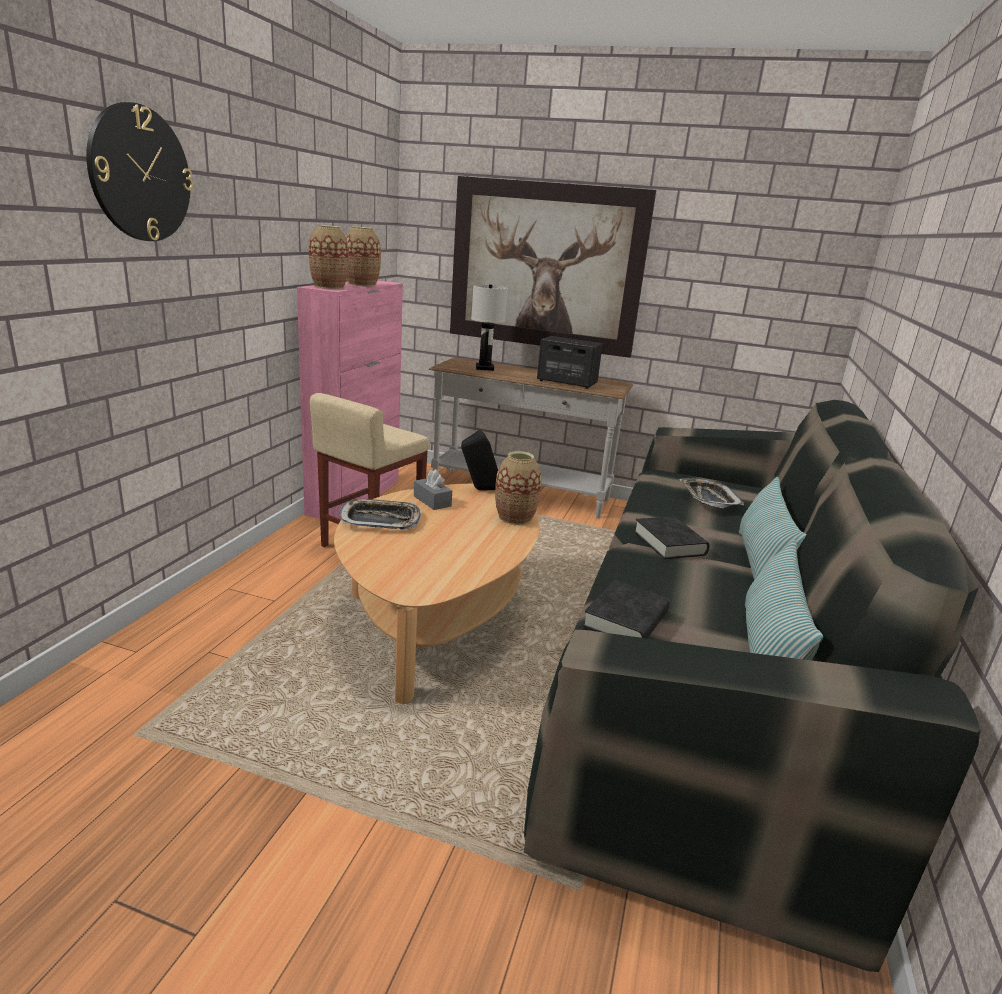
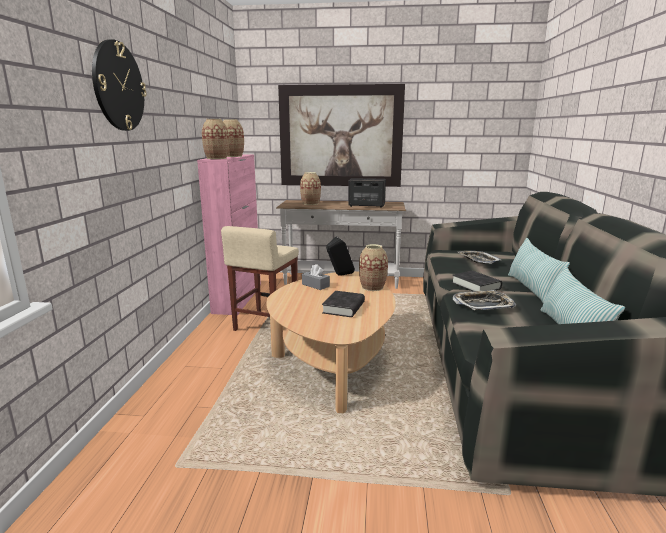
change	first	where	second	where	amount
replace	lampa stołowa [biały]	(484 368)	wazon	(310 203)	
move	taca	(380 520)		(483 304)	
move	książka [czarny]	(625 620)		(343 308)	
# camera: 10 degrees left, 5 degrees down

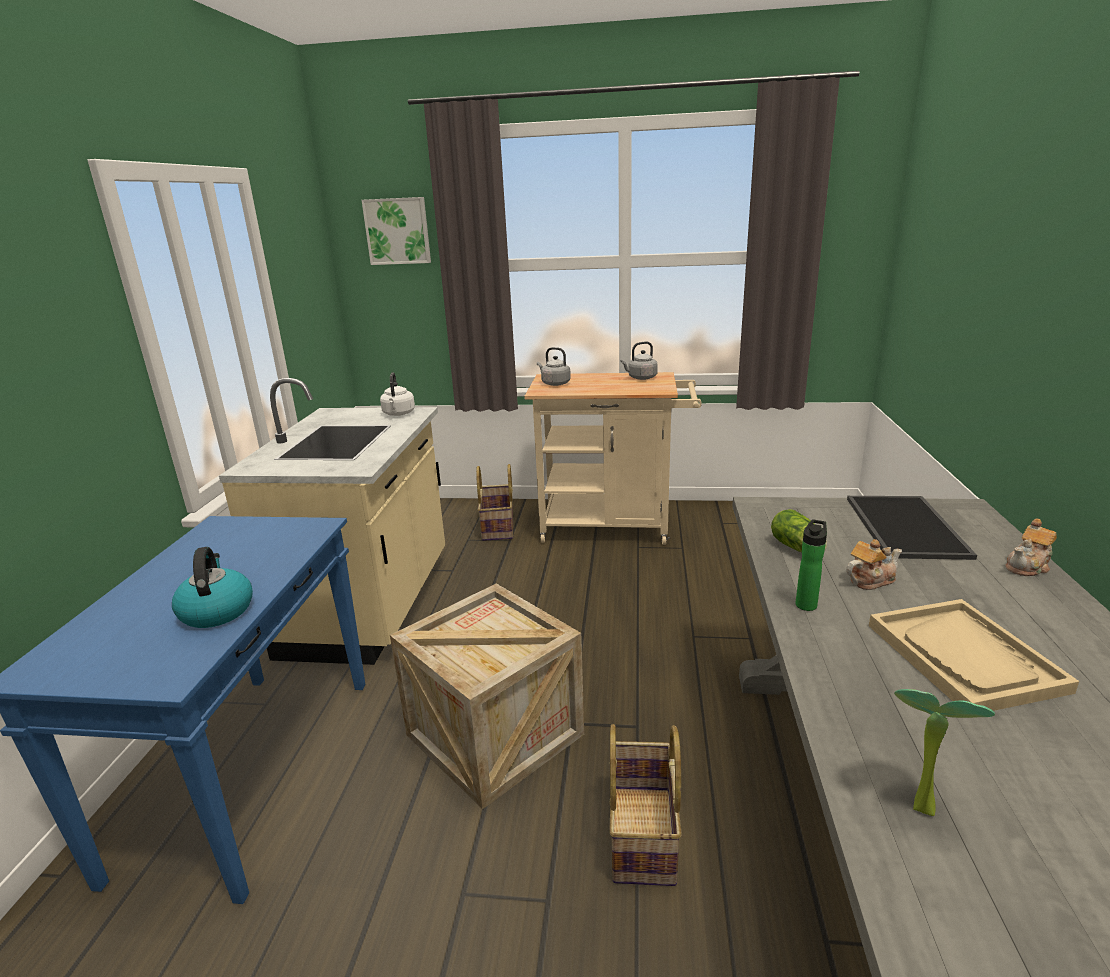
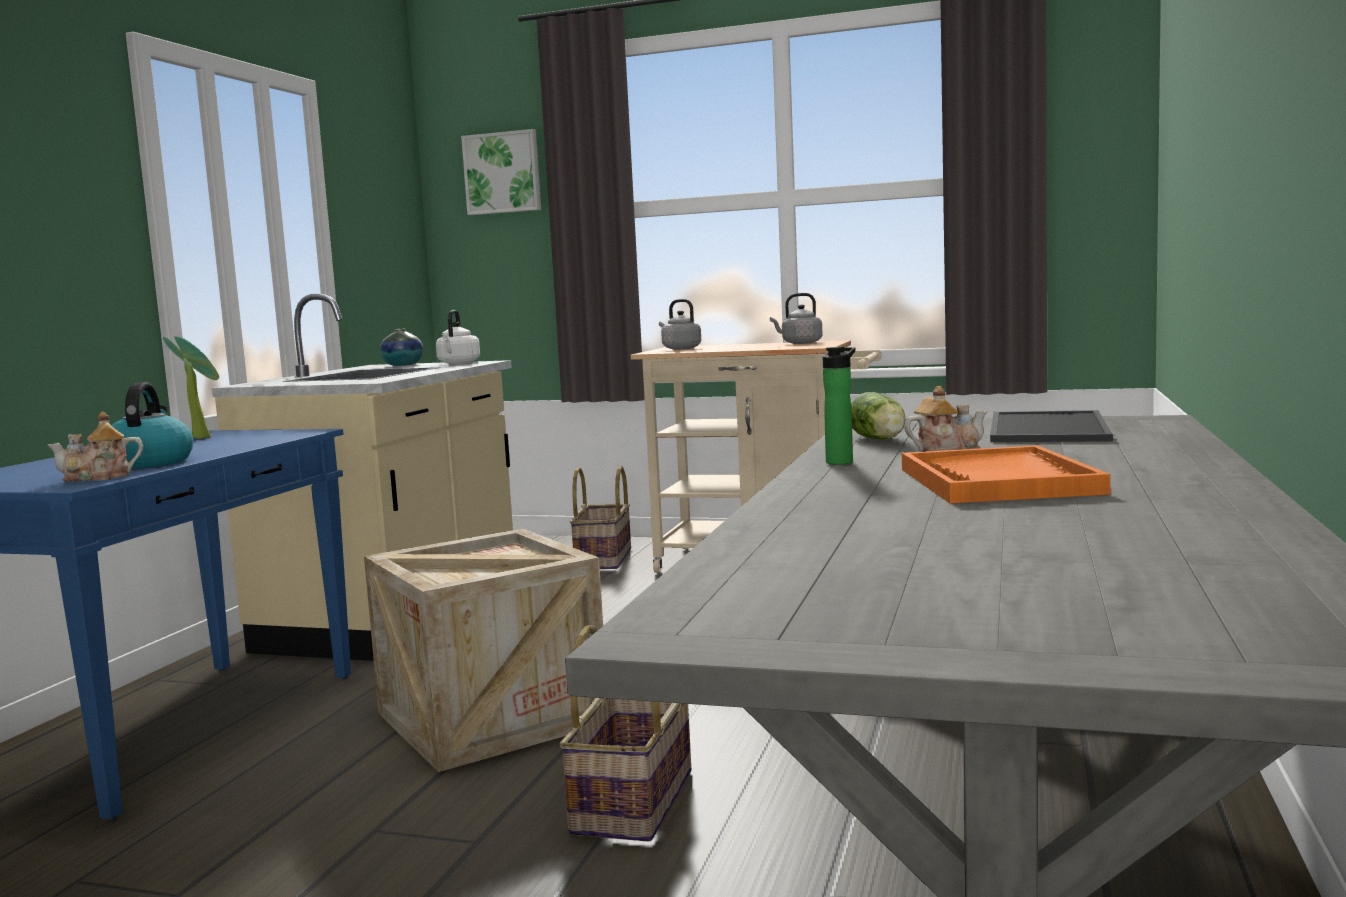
change	first	where	second	where	amount
move	imbryk	(1028 567)		(99 478)	
recolor	taca [beżowy]	(964 657)	taca [pomarańczowy]	(998 481)	
move	roślina doniczkowa	(918 801)		(202 437)	
insert			wazon	(403 365)	
# camera: 10 degrees right, 15 degrees down

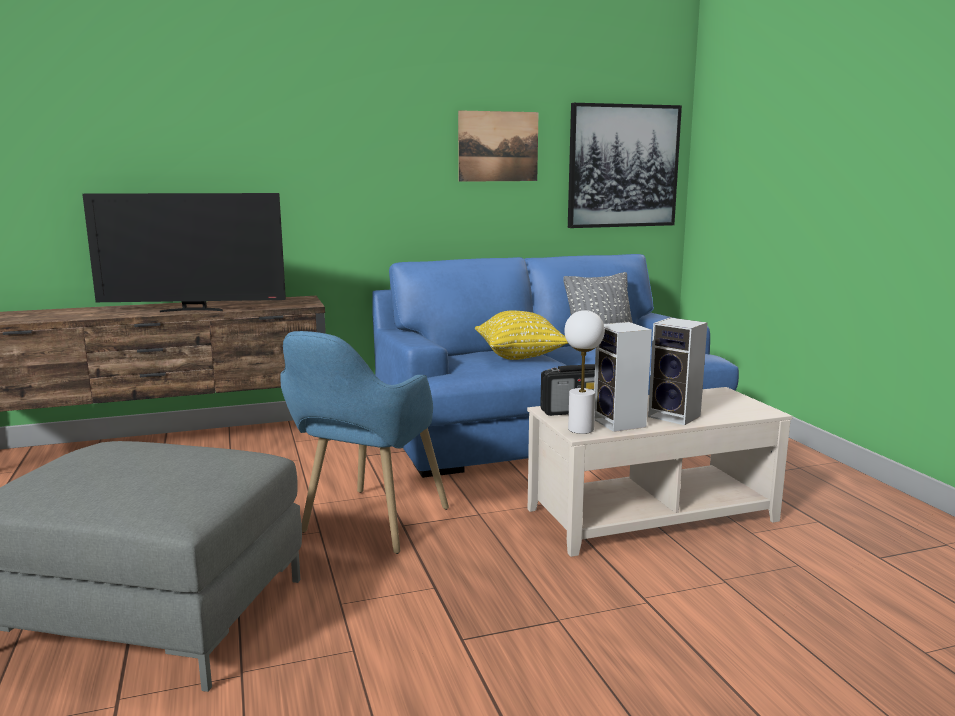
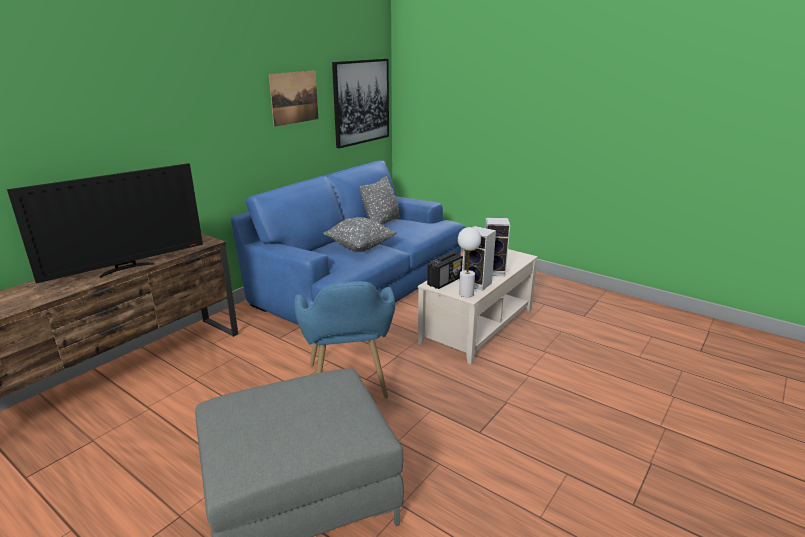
change	first	where	second	where	amount
recolor	poduszka [żółty]	(520 356)	poduszka [szary]	(360 247)	
# camera: 35 degrees left, 10 degrees up

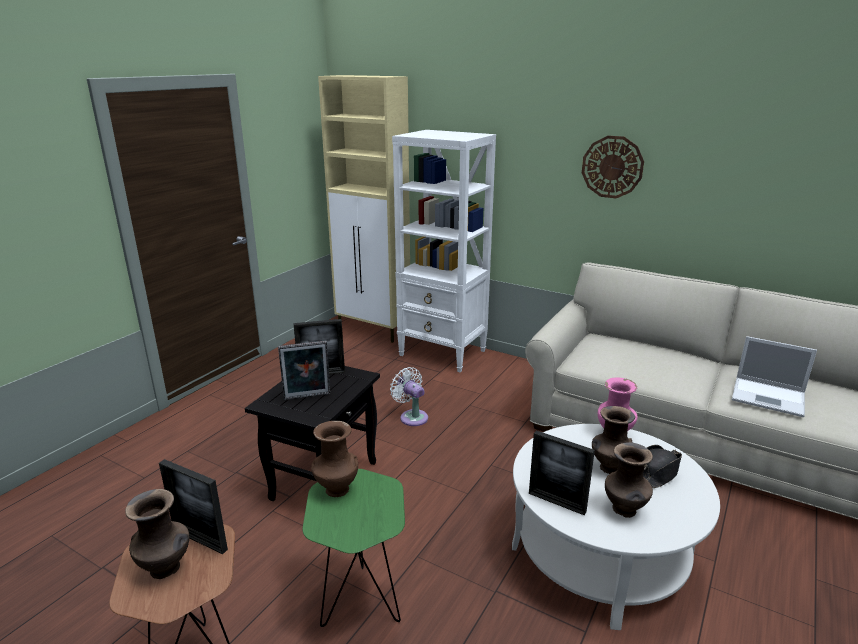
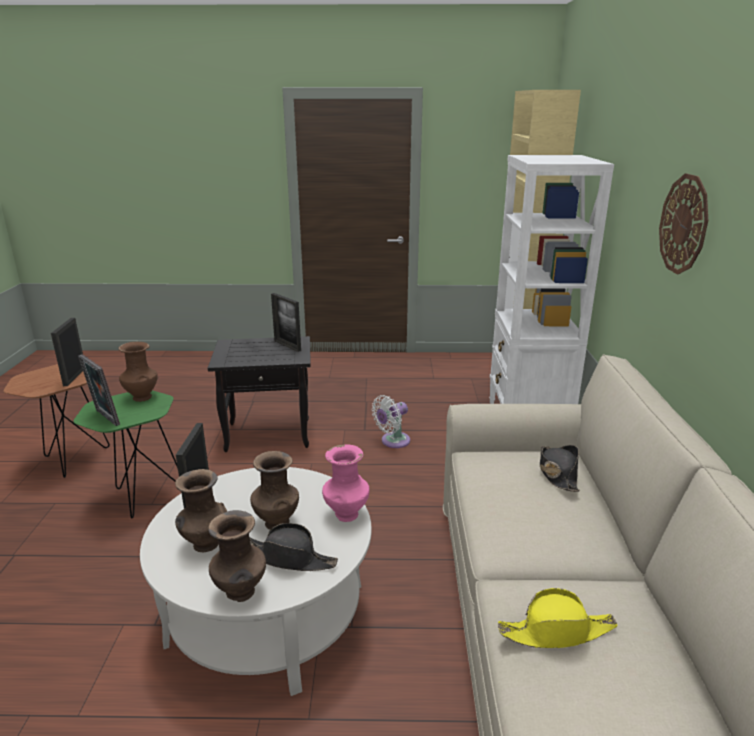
change	first	where	second	where	amount
replace	laptop	(769 397)	kapelusz [żółty]	(557 631)	
move	ramka na zdjęcie	(307 397)		(104 418)	
rotate	wentylator [biały]	(412 416)		(393 441)	150 degrees counterclockwise
move	wazon [brązowy]	(166 568)		(241 593)	
insert			kapelusz [czarny]	(557 473)	
# camera: 60 degrees right, 0 degrees up

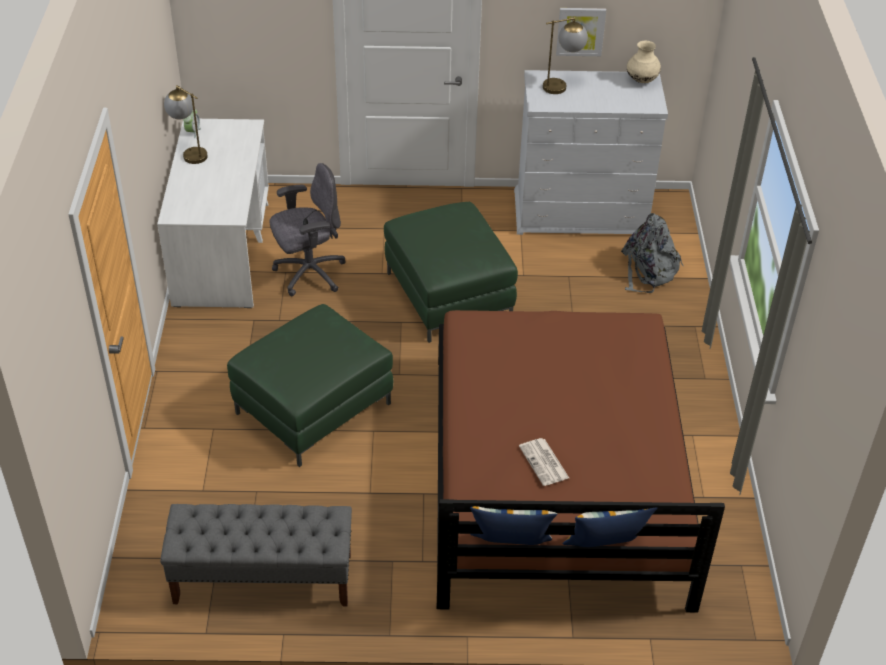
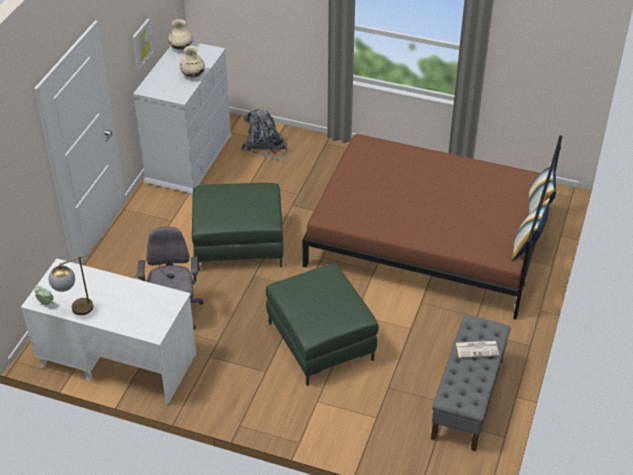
change	first	where	second	where	amount
delete	lampa stołowa	(562 86)			
move	gazeta	(544 463)		(477 349)	
insert			wazon [beżowy]	(192 75)	
# camera: 70 degrees left, 0 degrees up

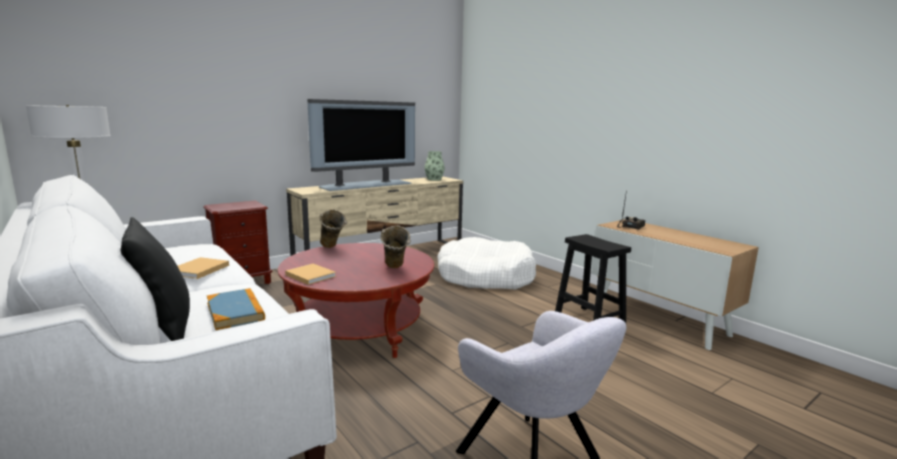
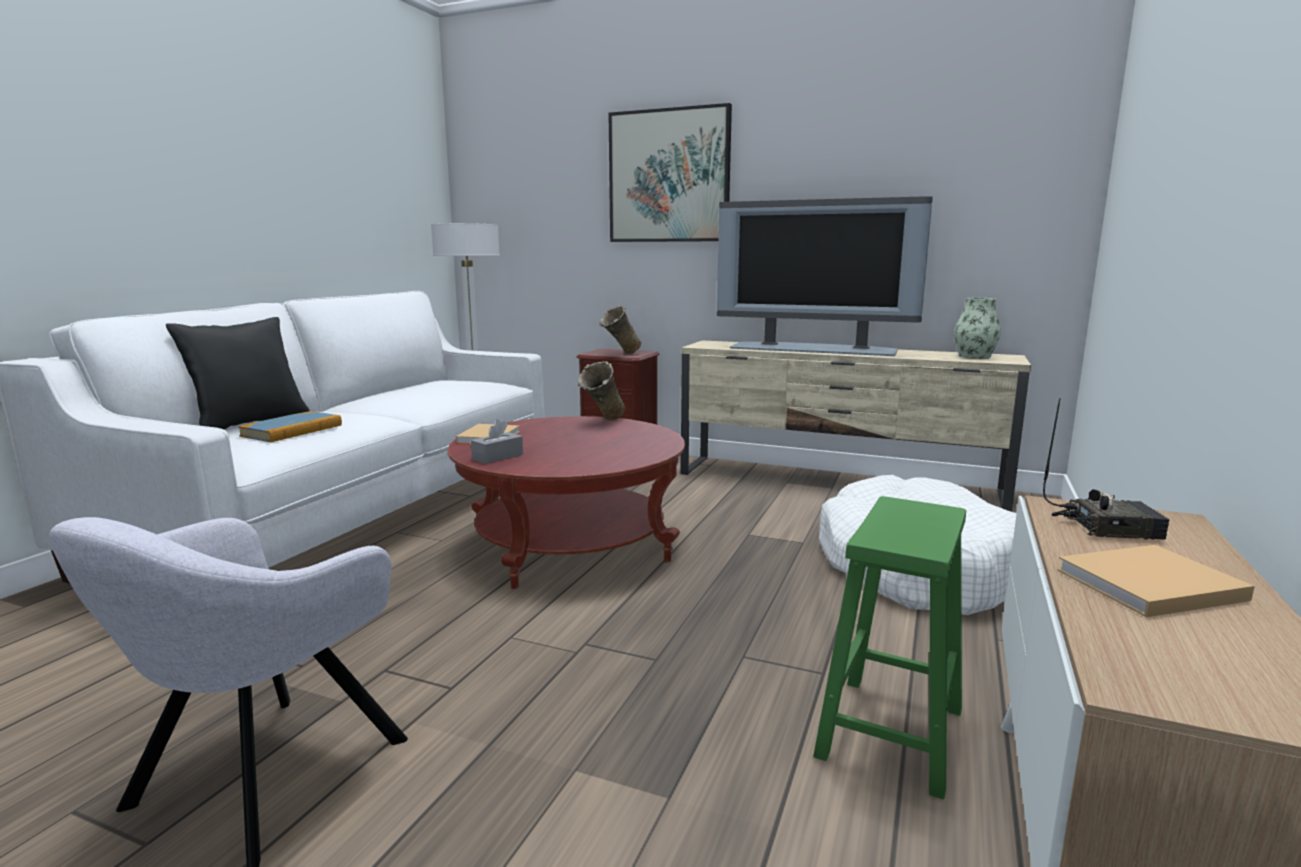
change	first	where	second	where	amount
move	wazon [beżowy]	(395 271)		(620 354)	
recolor	stołek [czarny]	(590 321)	stołek [zielony]	(891 734)	
move	książka [beżowy]	(198 270)		(1146 585)	
insert			obraz	(669 176)	
insert			pudełko chusteczek [szary]	(497 457)	
# camera: 60 degrees right, 0 degrees up

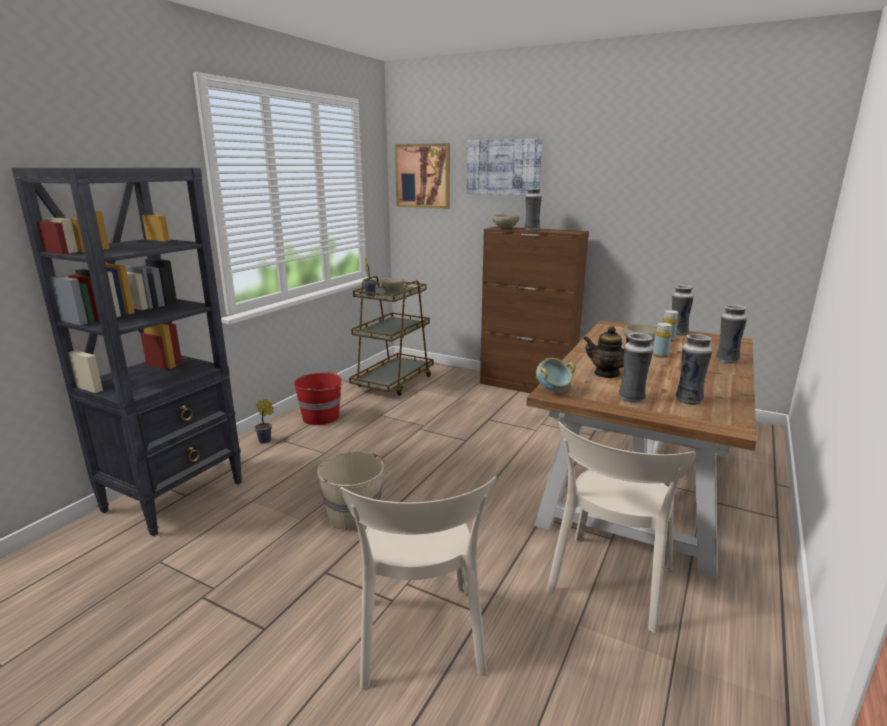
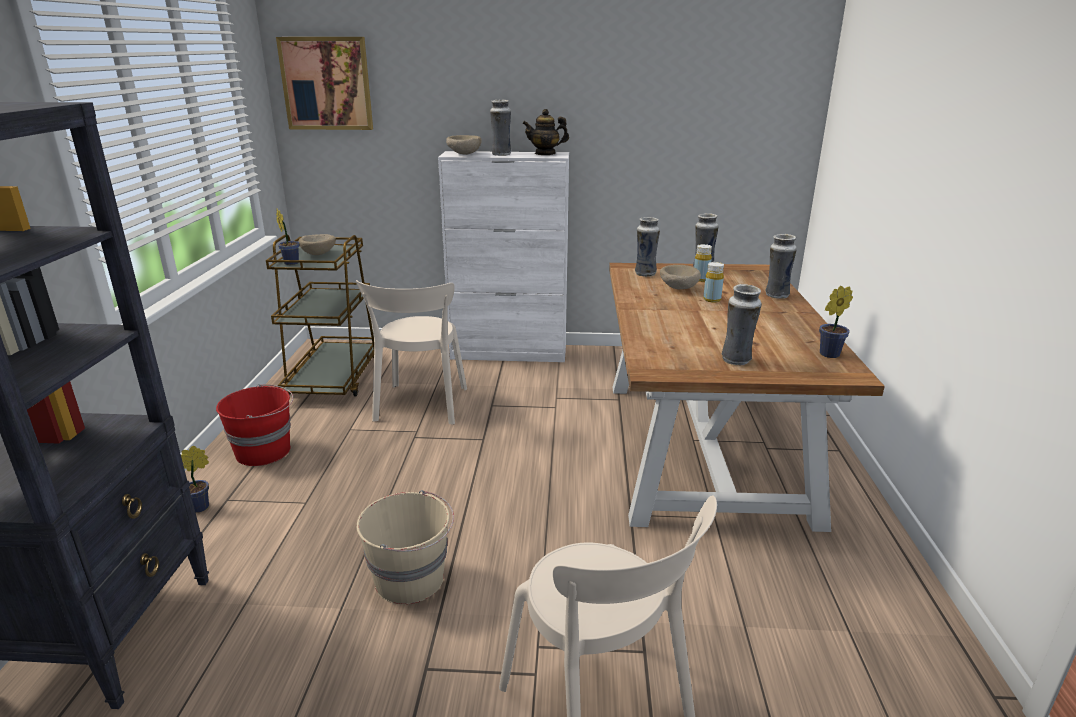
change	first	where	second	where	amount
delete	obraz	(503 167)			
recolor	szafka [brązowy]	(527 387)	szafka [biały]	(509 353)	
move	imbryk	(607 374)		(545 153)	
move	wazon	(688 400)		(645 273)	
delete	miska	(553 391)			
move	krzesło [beżowy]	(609 584)		(420 406)	
insert			roślina doniczkowa	(827 354)	
# camera: 25 degrees left, 5 degrees up

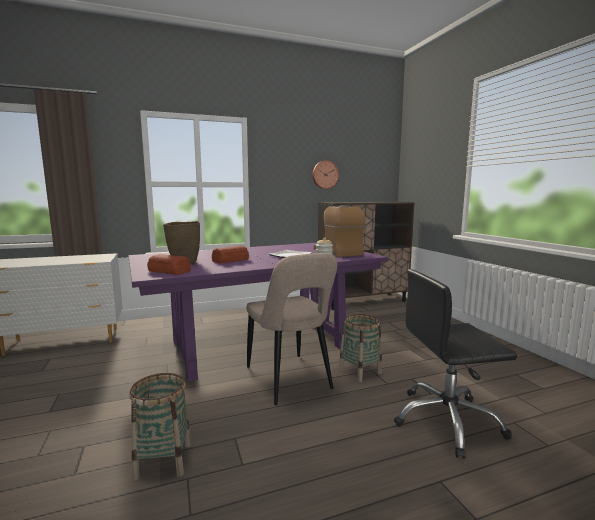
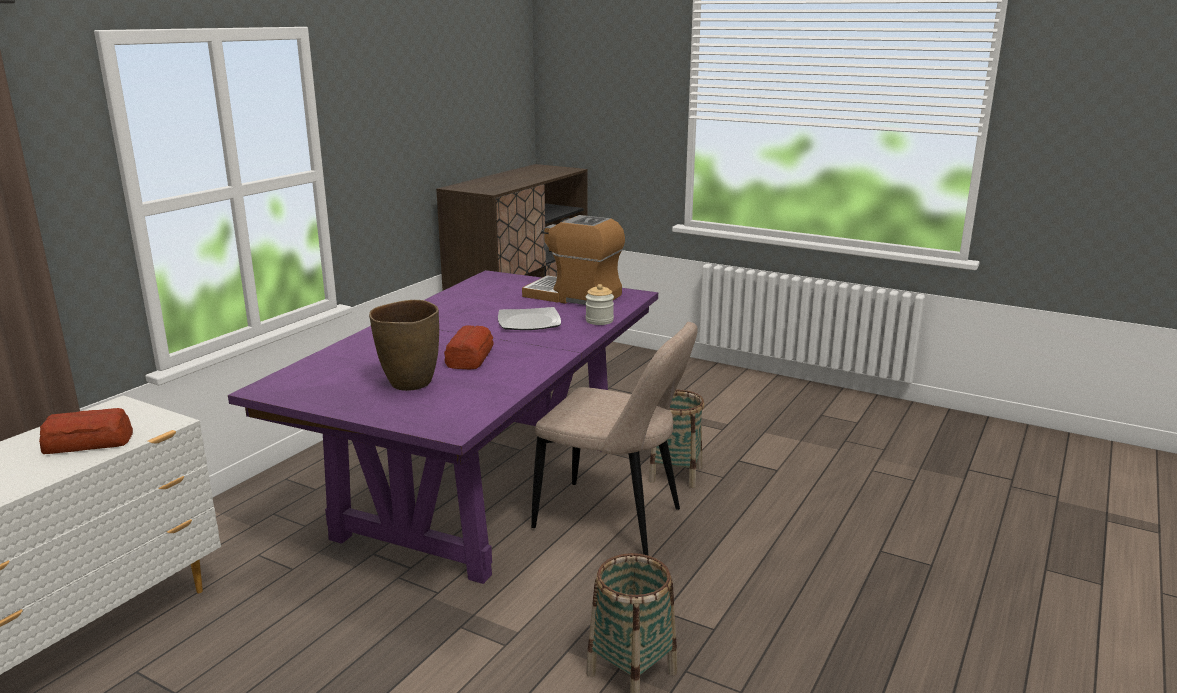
change	first	where	second	where	amount
delete	zegar ścienny	(325 174)			
move	chleb	(169 271)		(89 442)	
delete	krzesło biurowe [czarny]	(447 421)			
# camera: 40 degrees left, 10 degrees up

